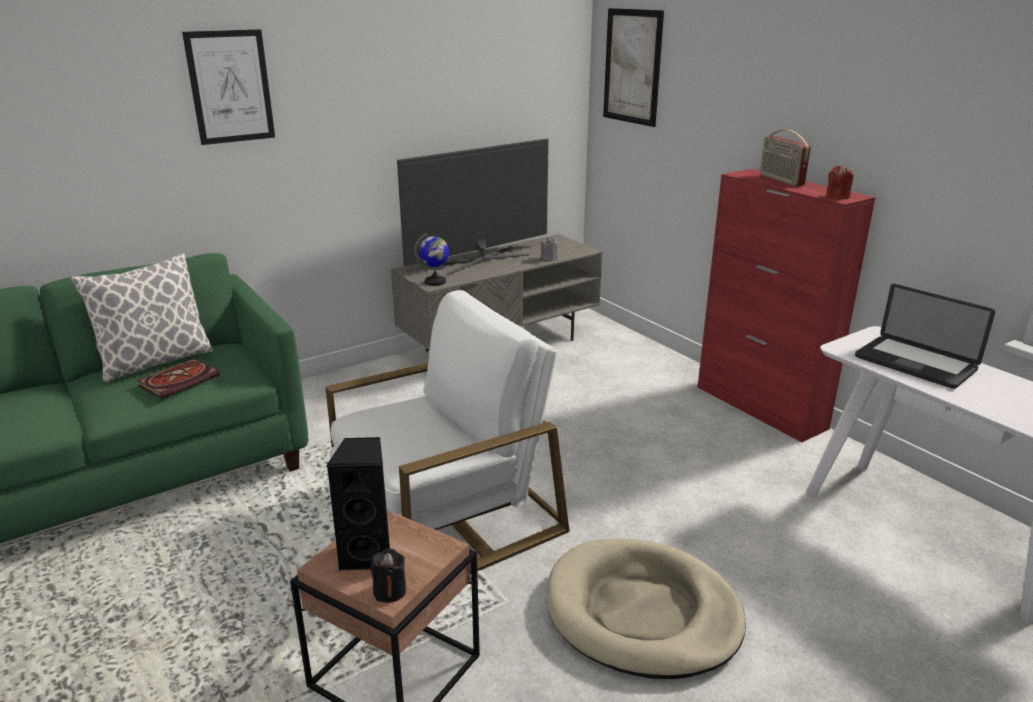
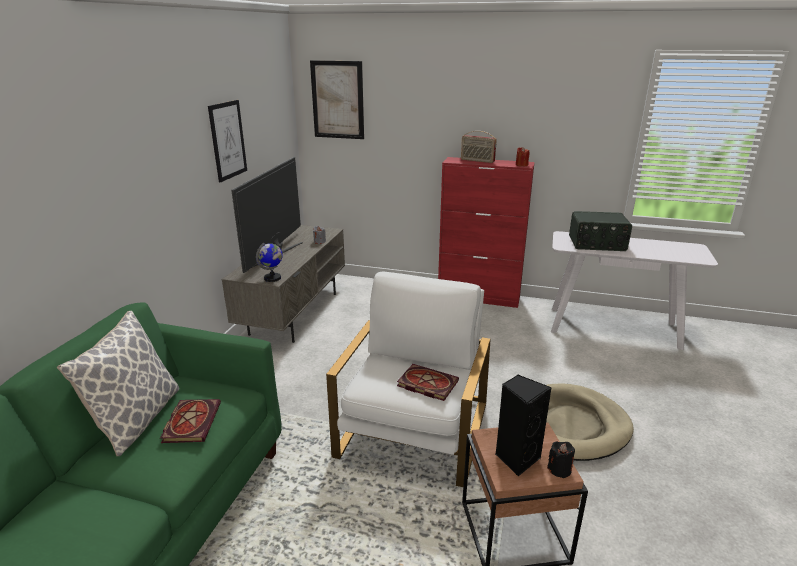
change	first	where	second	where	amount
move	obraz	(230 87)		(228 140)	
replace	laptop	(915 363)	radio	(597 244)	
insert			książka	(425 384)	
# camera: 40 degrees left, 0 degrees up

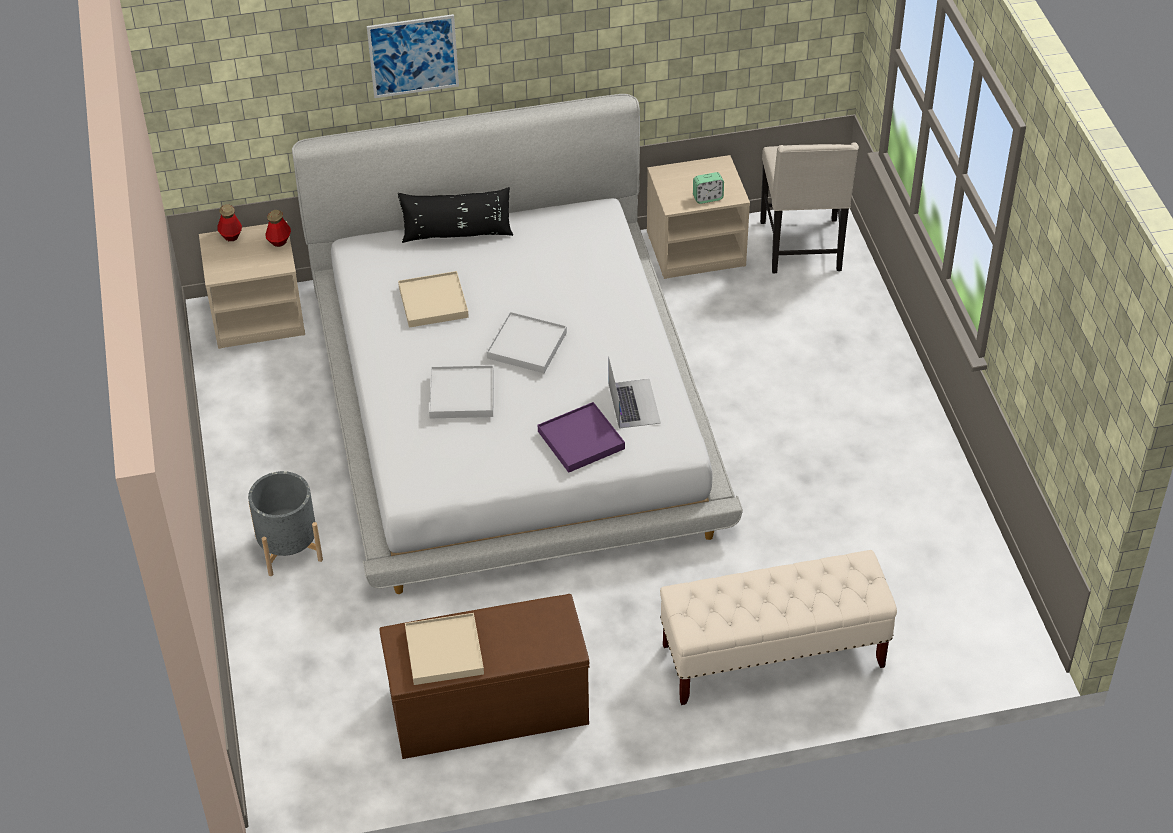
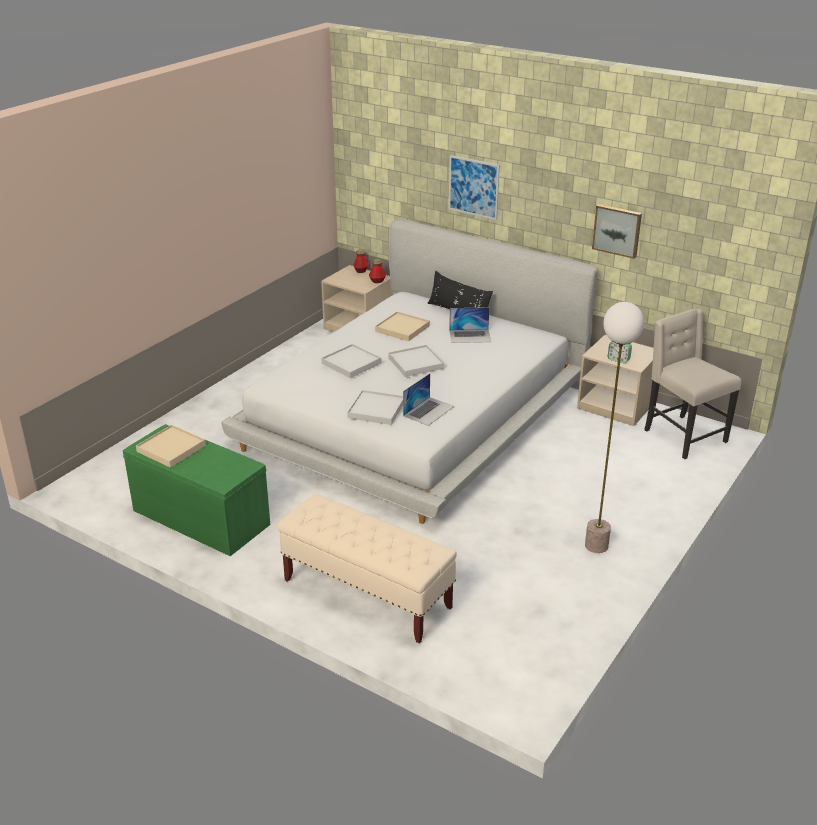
change	first	where	second	where	amount
rotate	krzesło [beżowy]	(803 247)		(682 436)	105 degrees clockwise
recolor	taca [fioletowy]	(581 440)	taca [biały]	(376 410)	
delete	donica [szary]	(289 548)			
recolor	ławka [brązowy]	(487 709)	ławka [zielony]	(199 518)	
insert			obraz	(617 230)	
insert			lampa stojąca	(596 546)	
insert			laptop	(470 336)	
# camera: 45 degrees right, 15 degrees down

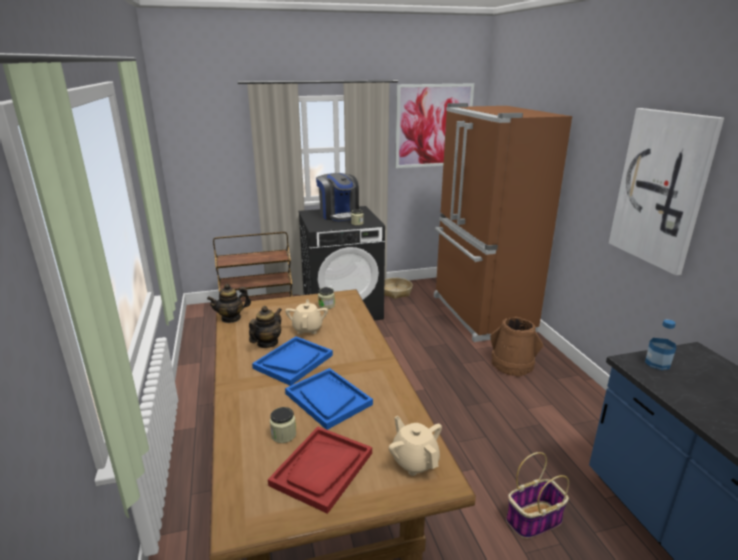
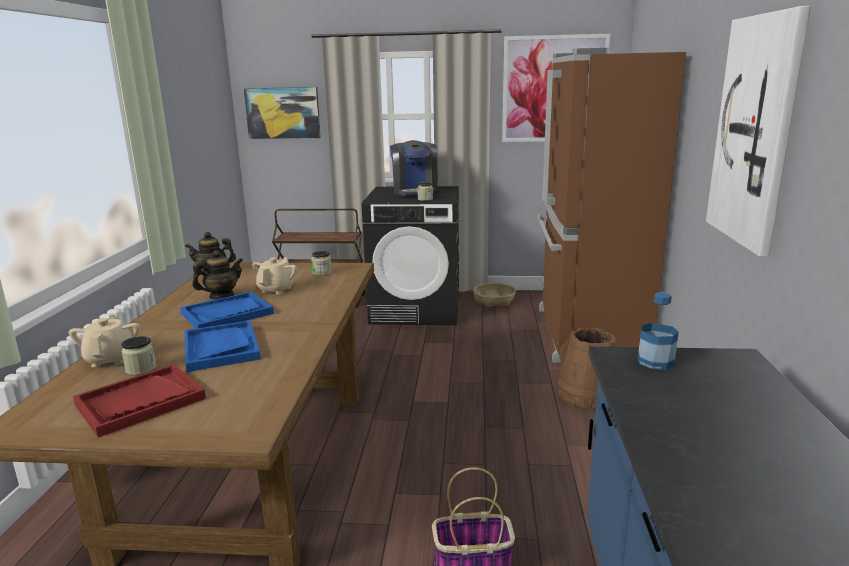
change	first	where	second	where	amount
move	imbryk [beżowy]	(414 461)		(111 359)	
insert			obraz	(283 113)	
# camera: 20 degrees right, 5 degrees down

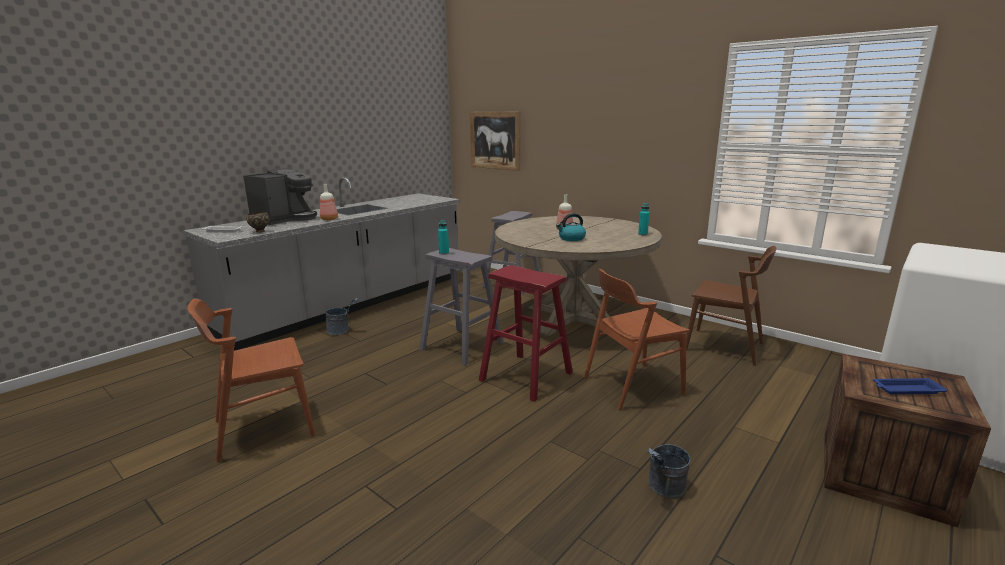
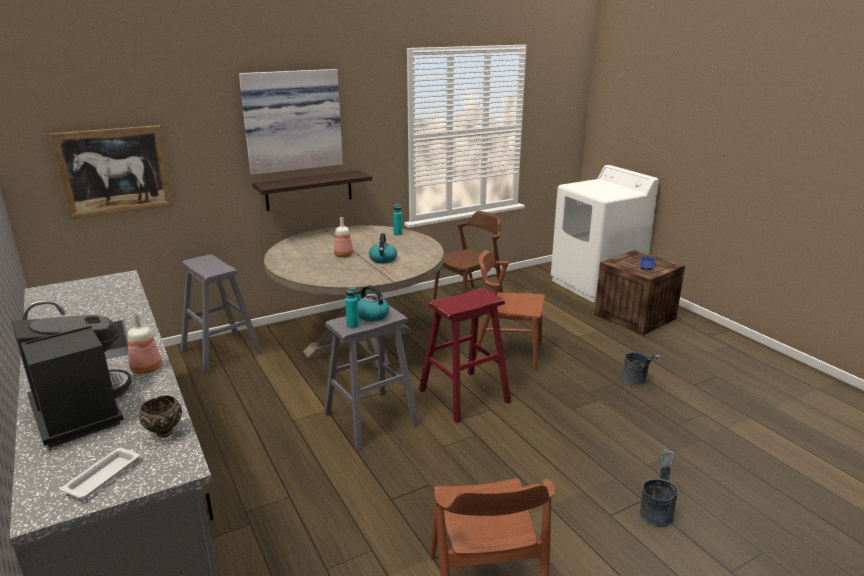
change	first	where	second	where	amount
rotate	krzesło [brązowy]	(632 385)		(507 353)	105 degrees clockwise
move	wiadro [szary]	(342 331)		(656 512)	
insert			obraz	(292 120)	
insert			półka	(309 190)	
insert			czajnik	(371 315)	
# camera: 70 degrees left, 5 degrees up

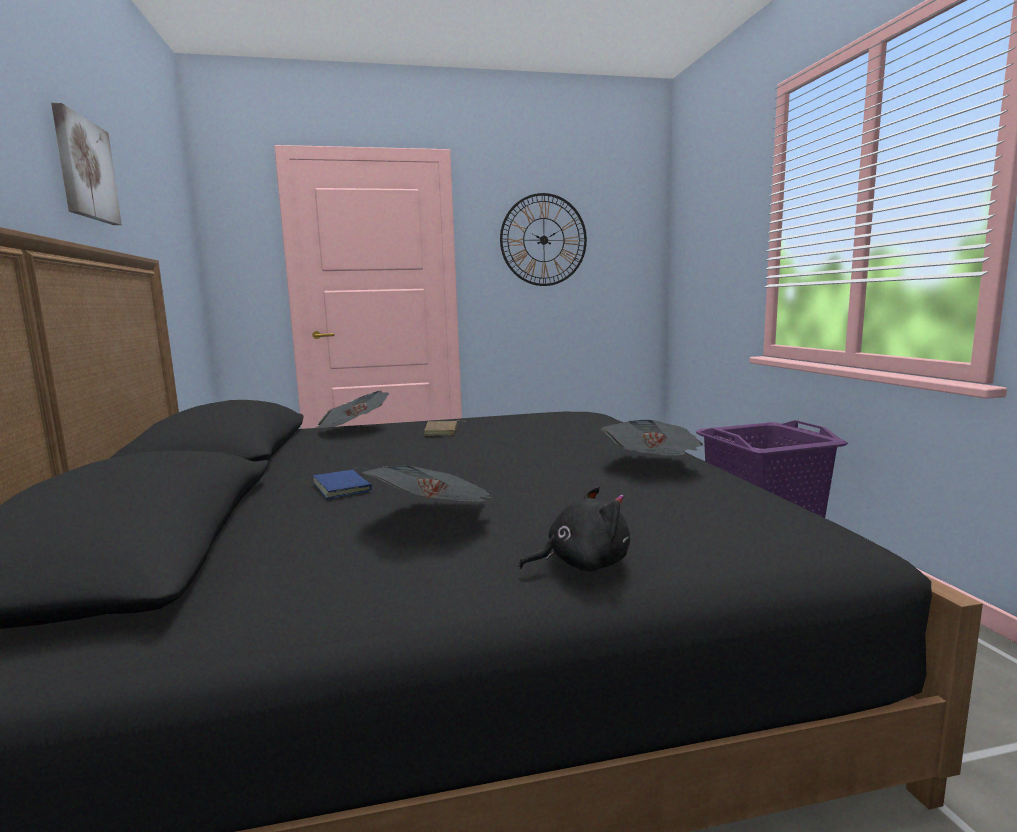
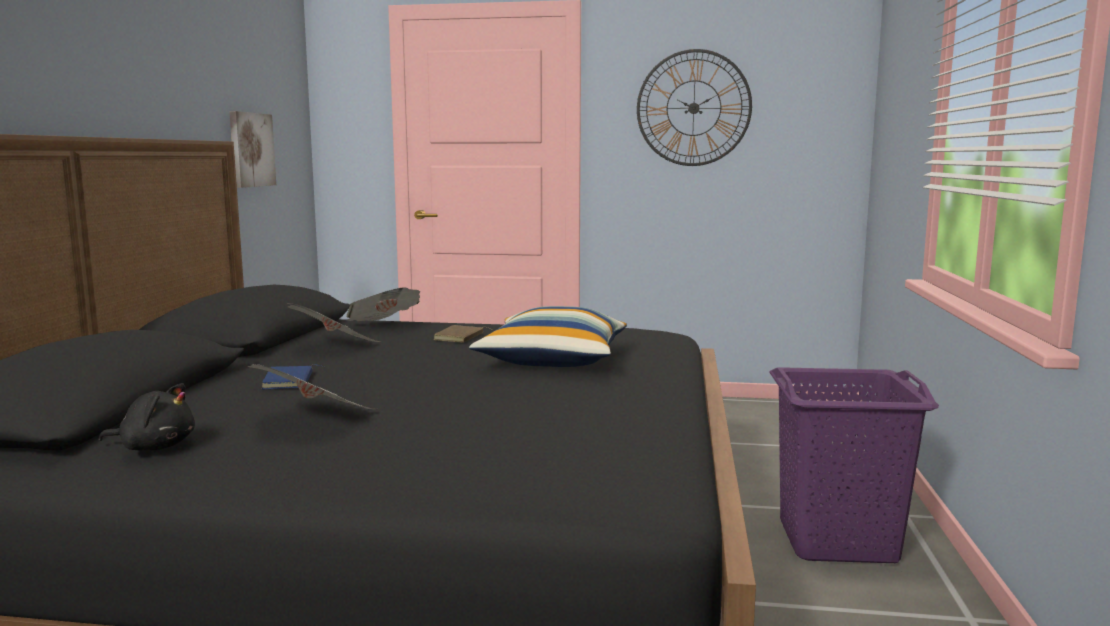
change	first	where	second	where	amount
move	obraz	(84 169)		(250 150)	
move	gazeta	(652 466)		(335 347)	
move	pluszak [czarny]	(582 564)		(155 447)	
insert			poduszka	(552 360)	
# camera: 20 degrees right, 0 degrees up

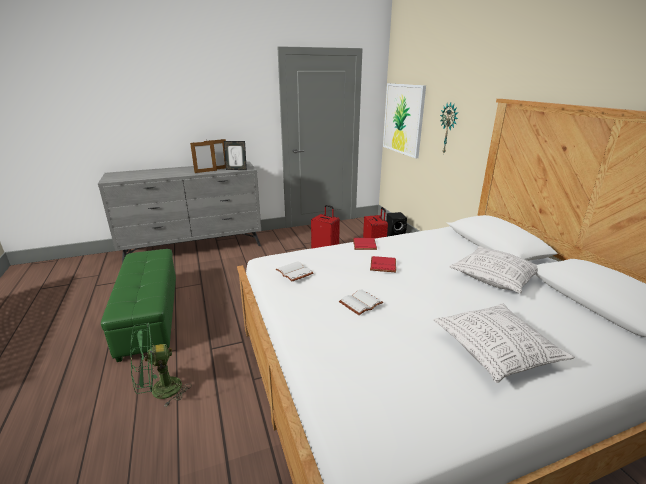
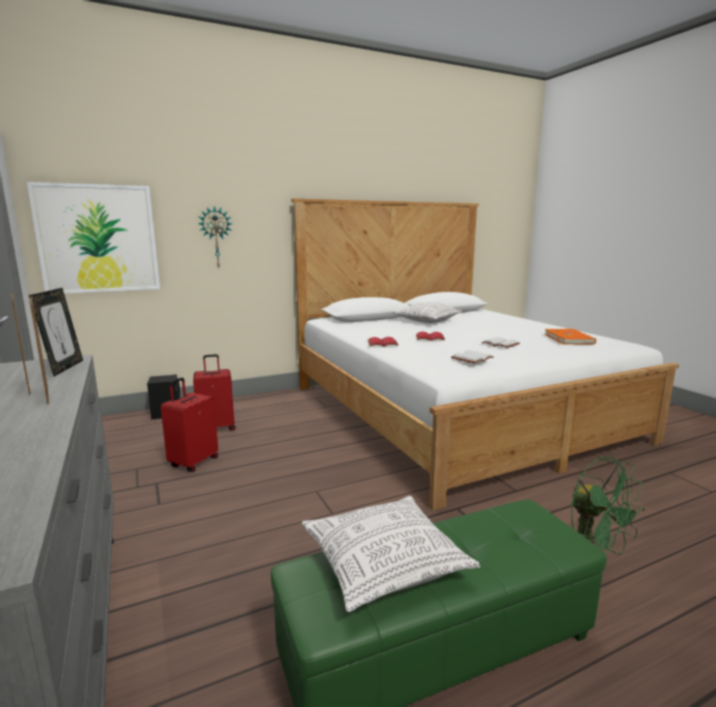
change	first	where	second	where	amount
move	poduszka	(496 351)		(384 564)	
insert			książka [pomarańczowy]	(569 339)	
# camera: 95 degrees left, 10 degrees down

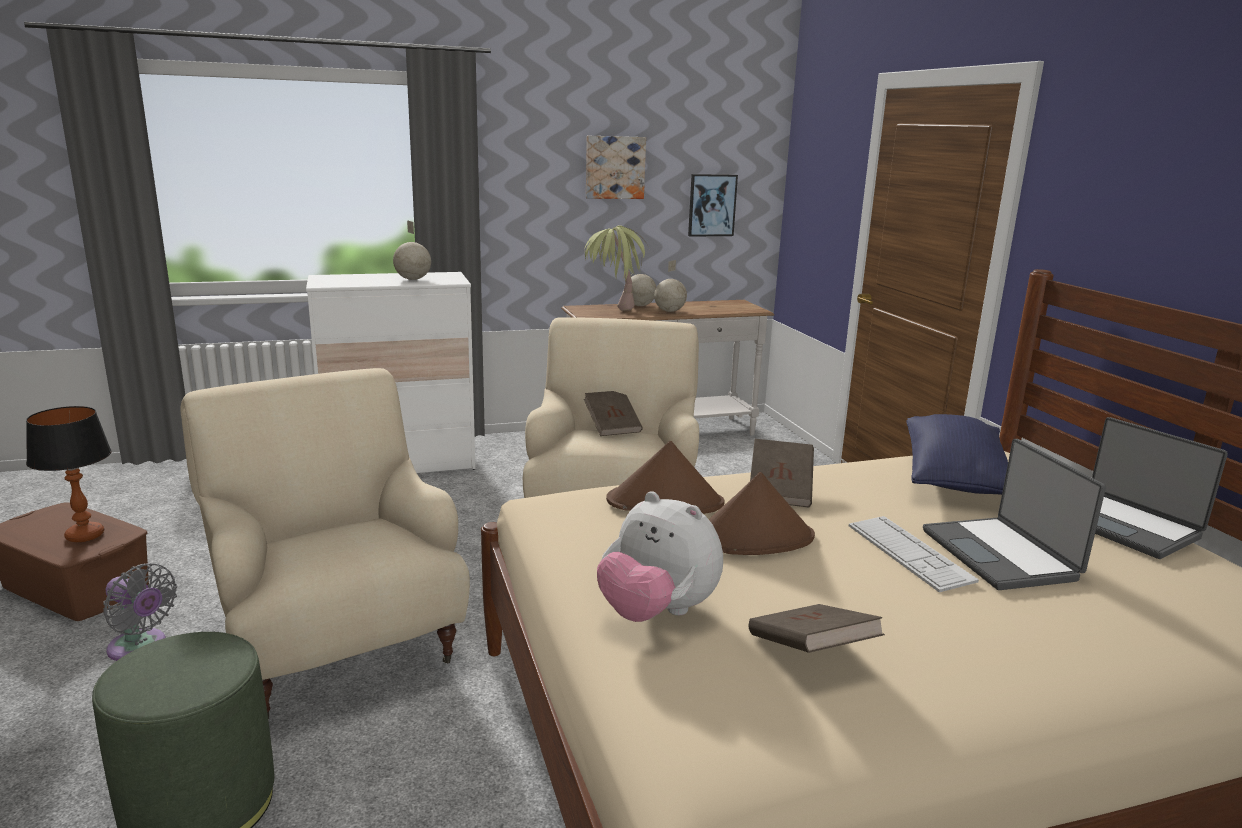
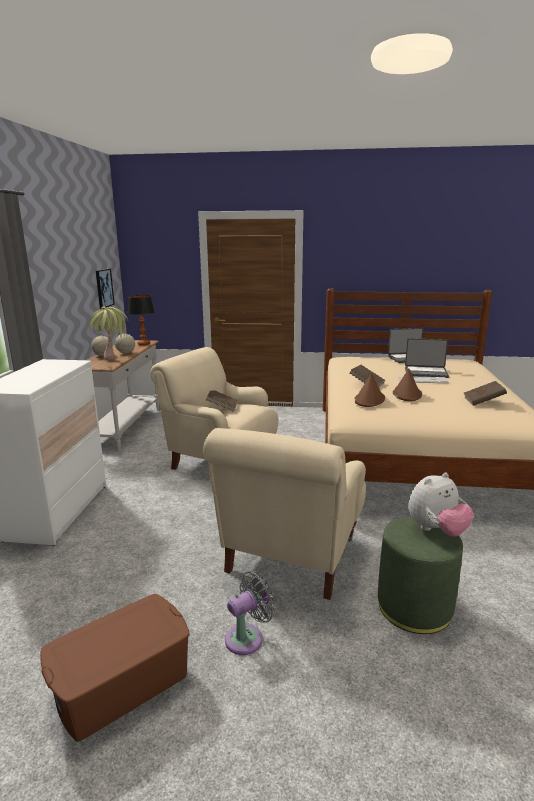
change	first	where	second	where	amount
delete	obraz	(614 167)			
delete	globus	(412 279)			
rotate	fotel [beżowy]	(337 645)		(290 556)	60 degrees counterclockwise
move	lampa stołowa	(85 535)		(143 344)	
delete	poduszka [niebieski]	(954 478)			
move	pluszak	(657 613)		(436 530)	
# camera: 65 degrees left, 0 degrees up

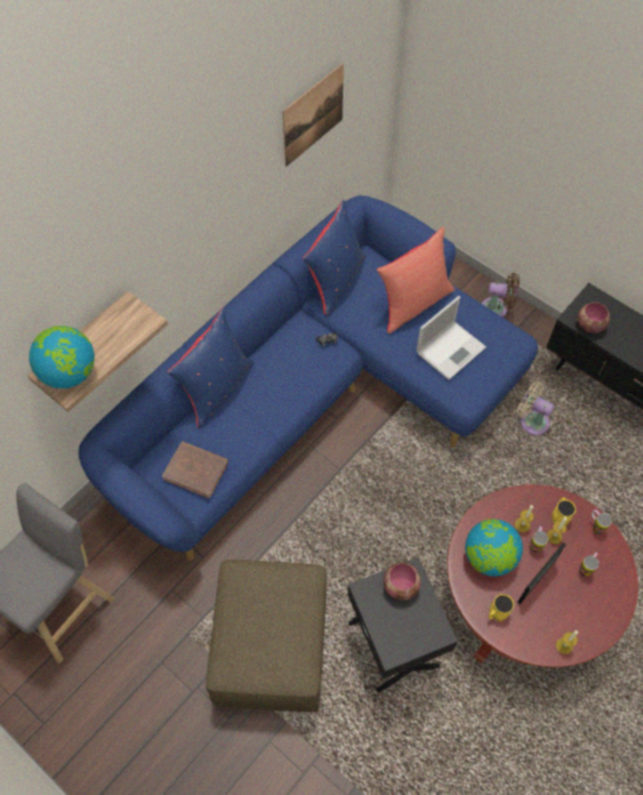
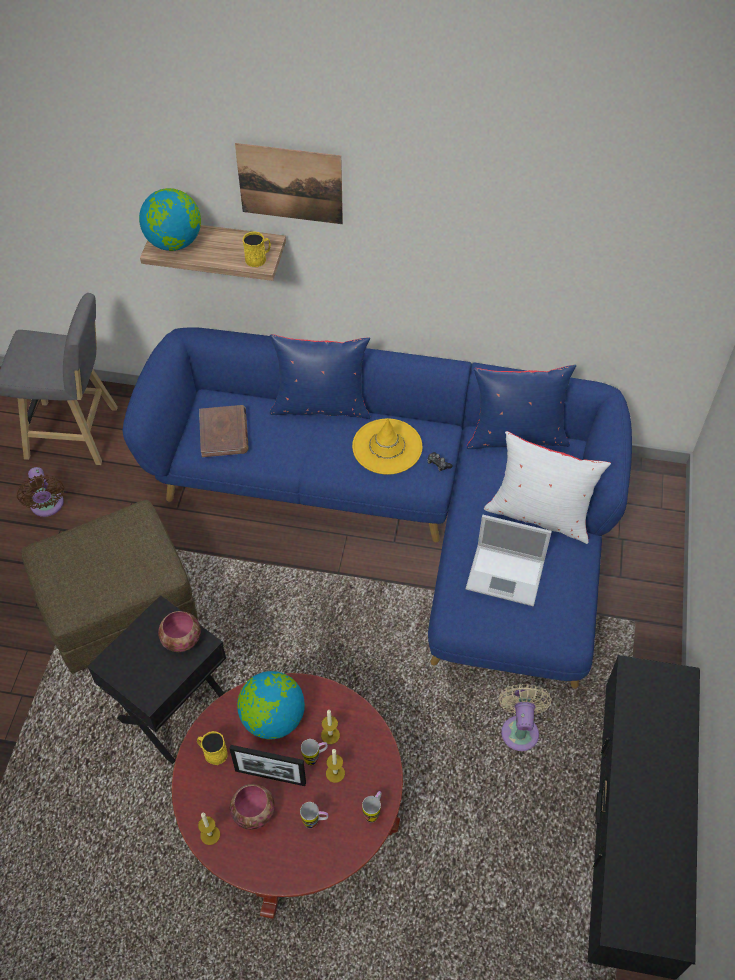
change	first	where	second	where	amount
move	obraz	(313 115)		(290 184)	
recolor	poduszka [czerwony]	(413 303)	poduszka [biały]	(539 514)	
move	wentylator [brązowy]	(497 309)		(47 506)	
move	miska	(589 325)		(253 812)	
move	kubek [żółty]	(560 515)		(258 258)	
insert			kapelusz [żółty]	(387 447)	
# camera: 60 degrees right, 5 degrees down

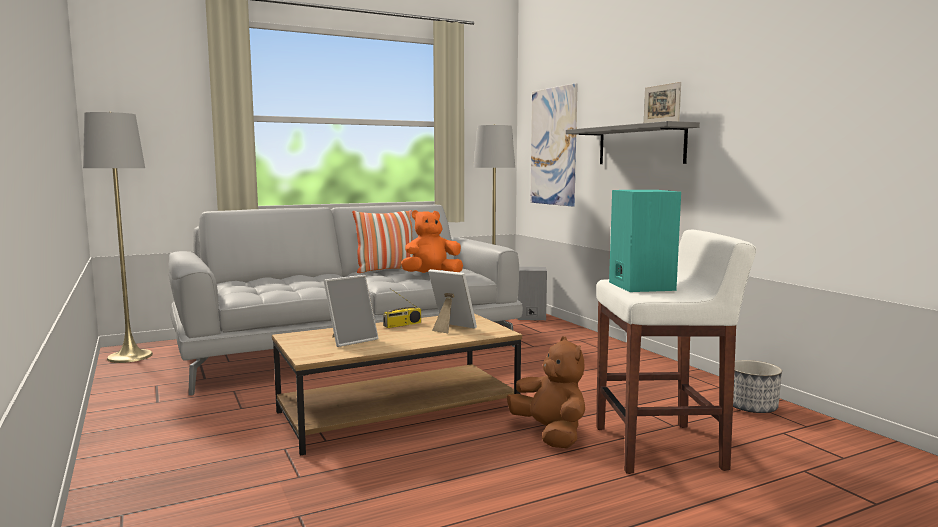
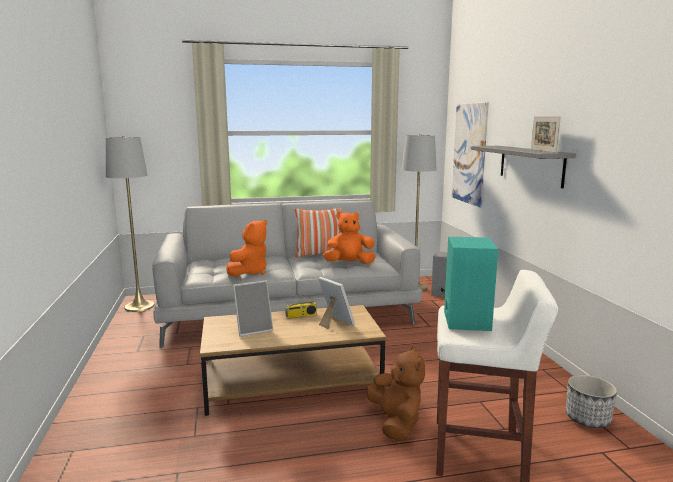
change	first	where	second	where	amount
insert			pluszak [pomarańczowy]	(250 272)	
# camera: 15 degrees right, 5 degrees up

